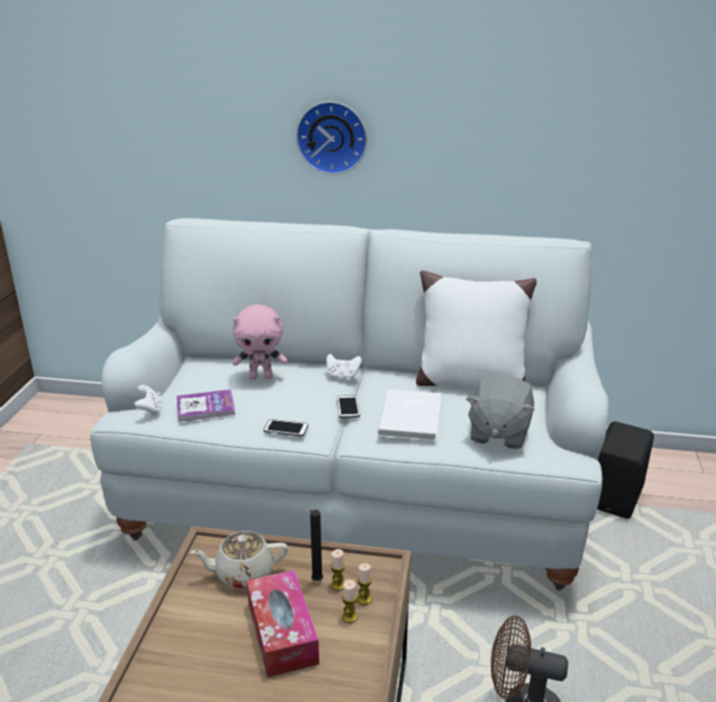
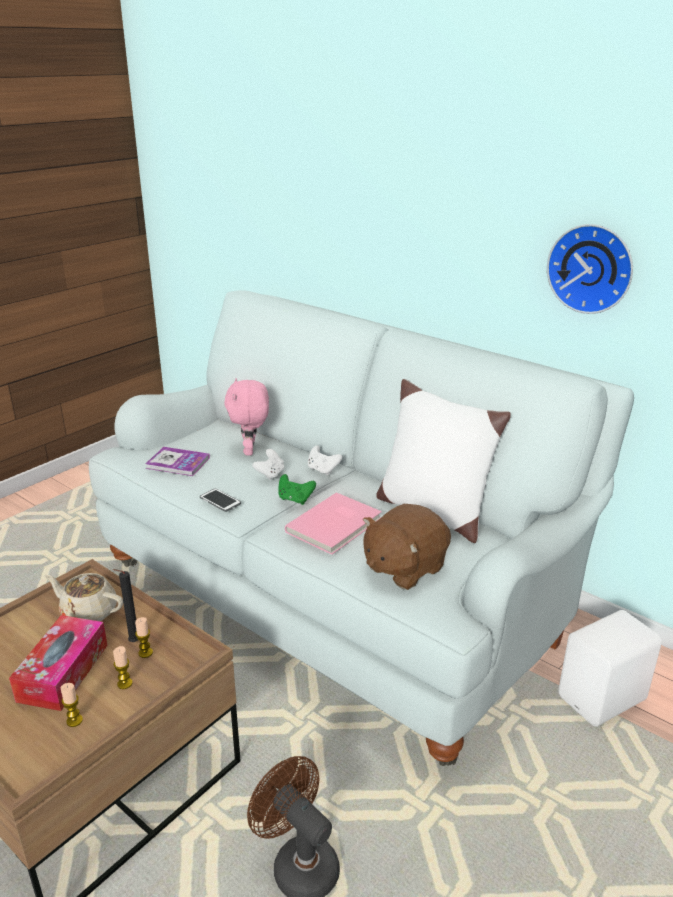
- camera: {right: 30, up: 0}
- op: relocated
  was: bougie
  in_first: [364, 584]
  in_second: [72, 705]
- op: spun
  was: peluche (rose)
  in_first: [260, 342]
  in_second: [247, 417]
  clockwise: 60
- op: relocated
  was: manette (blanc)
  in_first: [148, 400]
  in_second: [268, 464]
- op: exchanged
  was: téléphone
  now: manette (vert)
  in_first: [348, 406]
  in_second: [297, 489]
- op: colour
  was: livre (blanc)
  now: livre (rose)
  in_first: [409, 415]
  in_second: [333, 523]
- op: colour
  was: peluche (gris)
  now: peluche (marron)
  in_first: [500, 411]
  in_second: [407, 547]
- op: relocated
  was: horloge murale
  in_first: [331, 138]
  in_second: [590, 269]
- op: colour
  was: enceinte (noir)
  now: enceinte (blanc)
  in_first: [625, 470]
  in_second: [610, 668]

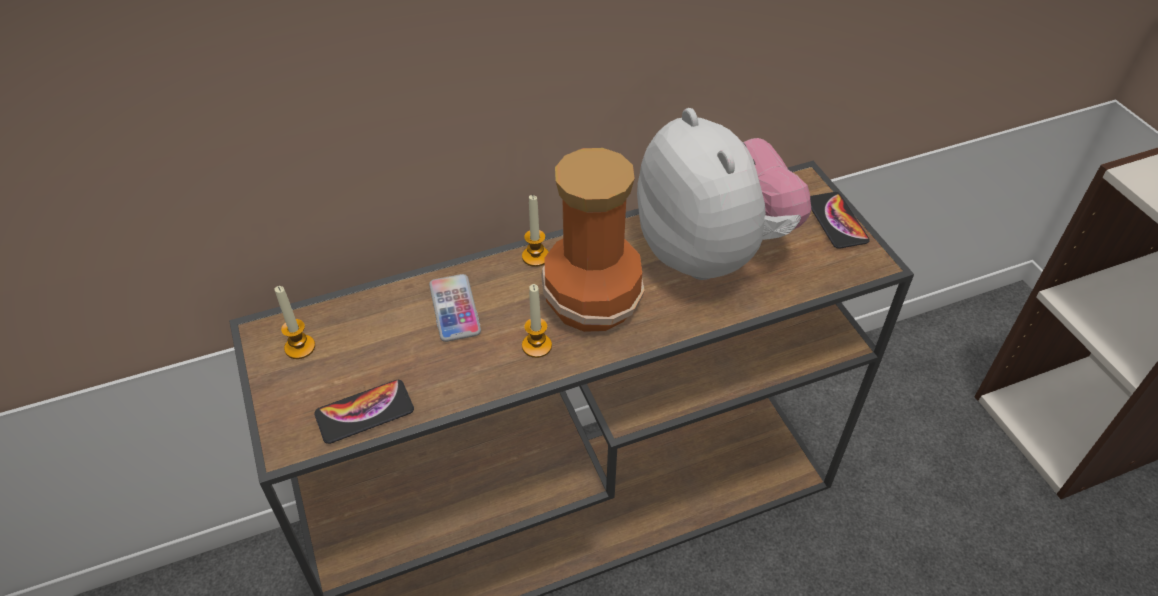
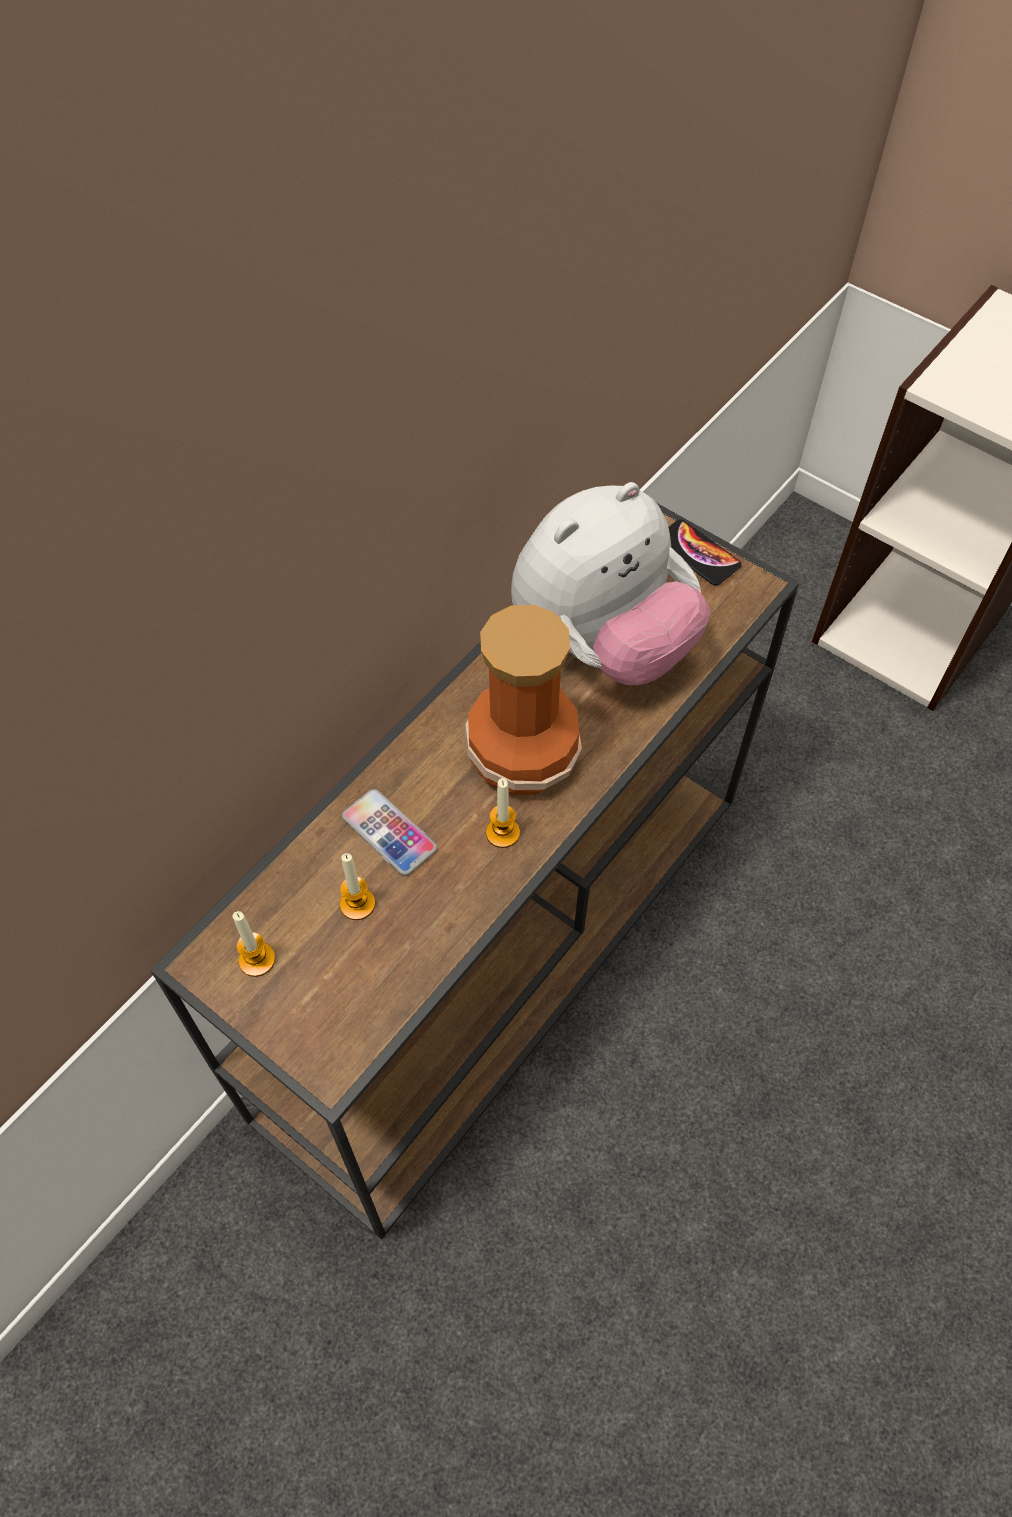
- camera: {right: -30, up: 10}
- op: relocated
  was: bougie
  in_first: [535, 231]
  in_second: [357, 886]
- op: spun
  was: peluche
  in_first: [724, 194]
  in_second: [610, 583]
  clockwise: 105
- op: missing
  was: téléphone
  in_first: [364, 412]

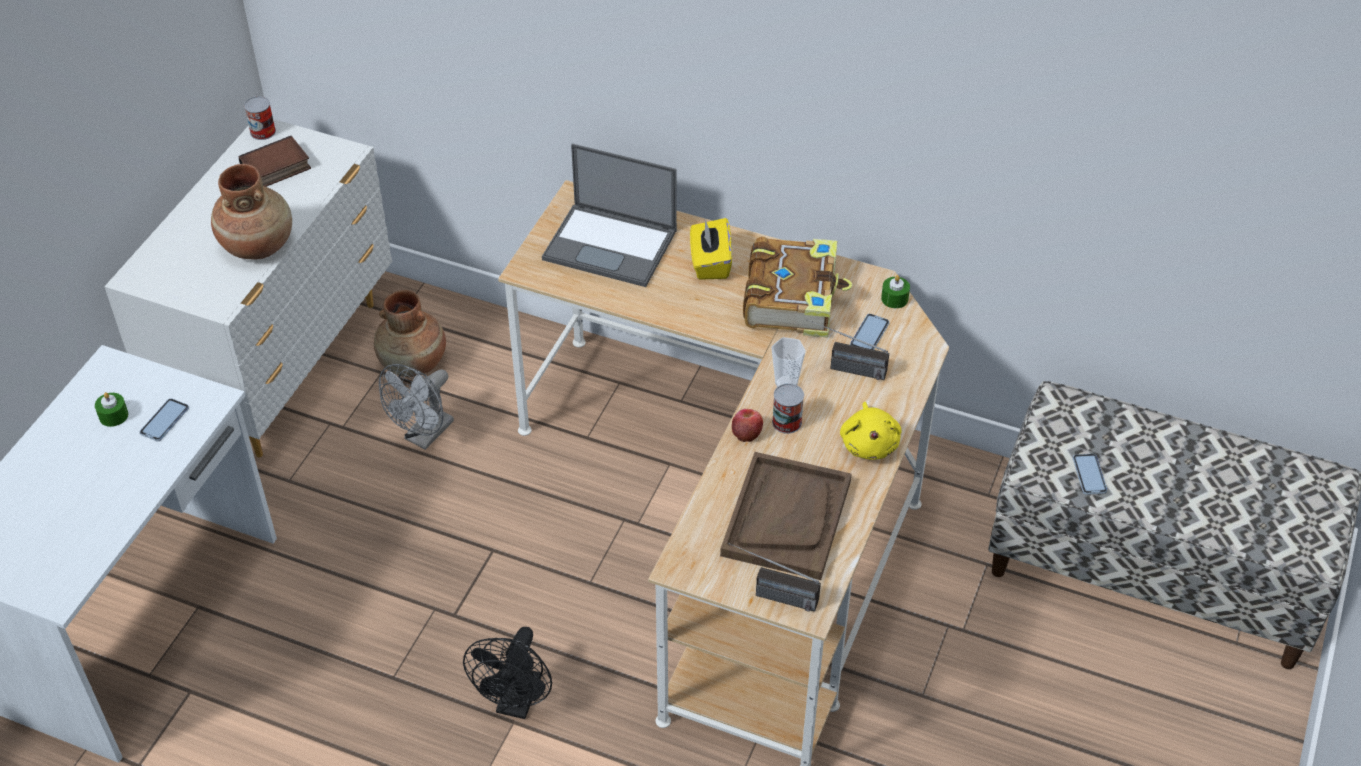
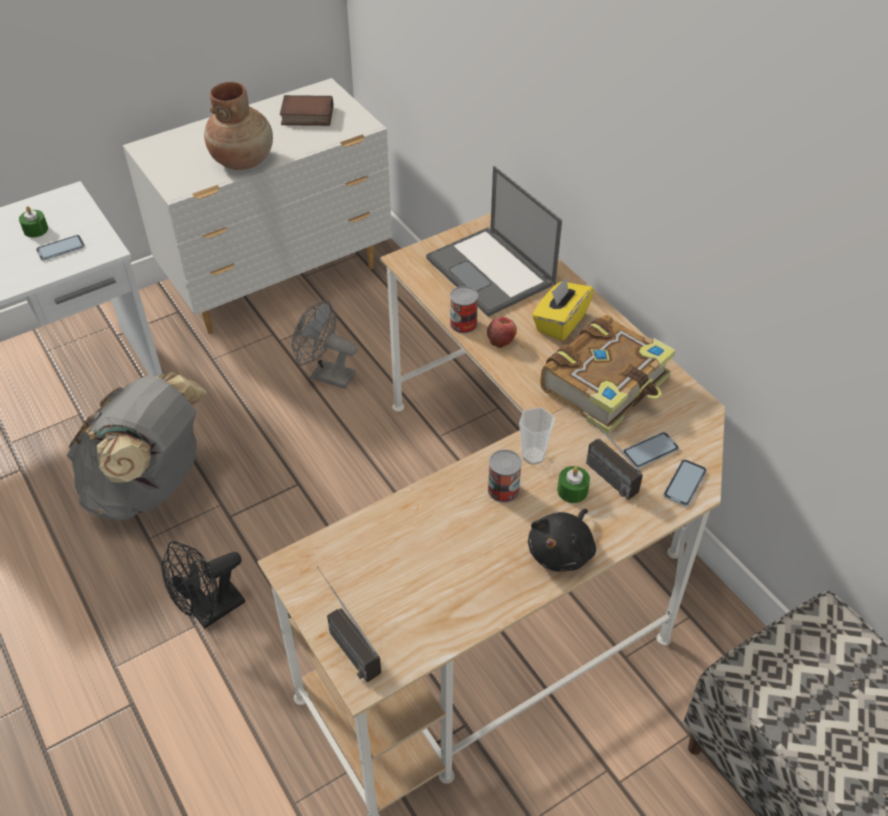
- camera: {right: 35, up: 0}
- op: appeared
  now: sac à dos (gris)
  in_second: [137, 446]
- op: spun
  was: ventilateur (gris)
  in_first: [416, 407]
  in_second: [324, 345]
  clockwise: 45
- op: relocated
  was: boîte métallique
  in_first: [260, 118]
  in_second: [464, 310]
- op: relocated
  was: pomme
  in_first: [747, 425]
  in_second: [502, 332]
- op: colour
  was: peluche (jaune)
  now: peluche (noir)
  in_first: [870, 431]
  in_second: [562, 540]
- op: relocated
  was: bougie (vert)
  in_first: [895, 291]
  in_second: [573, 484]
- op: relocated
  was: téléphone
  in_first: [1090, 474]
  in_second: [685, 483]
- op: missing
  was: vase (marron)
  in_first: [410, 333]
- op: missing
  was: plateau (marron)
  in_first: [786, 516]

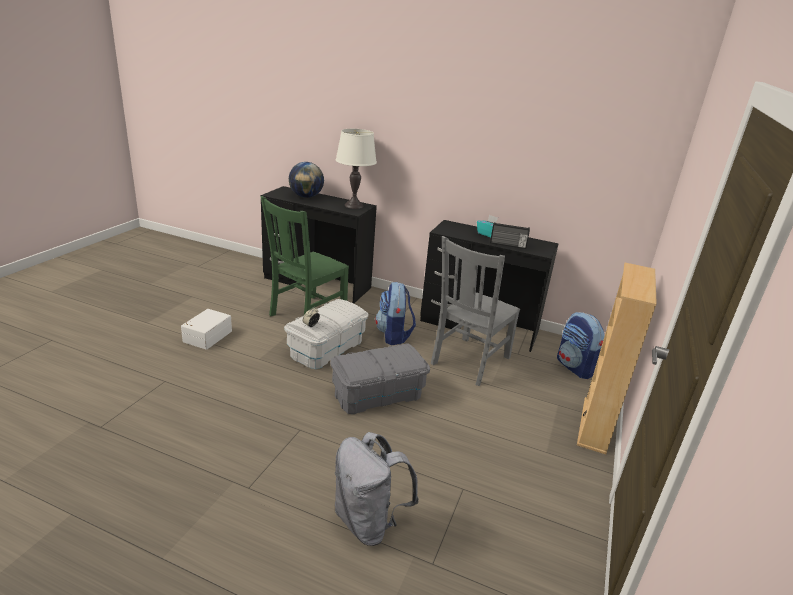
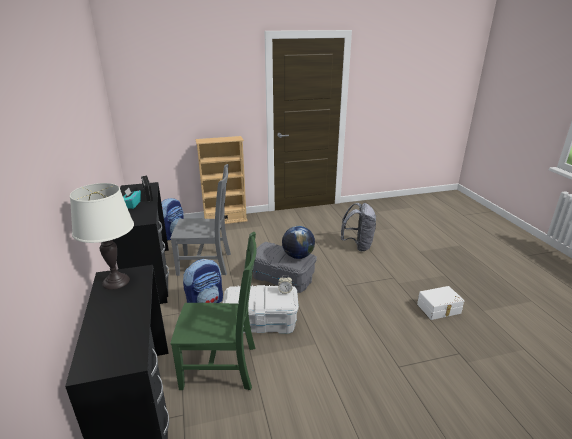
- camera: {right: -125, up: 0}
- op: relocated
  was: globe
  in_first: [306, 180]
  in_second: [298, 242]
- op: relocated
  was: boîte de rangement (blanc)
  in_first: [206, 329]
  in_second: [440, 303]

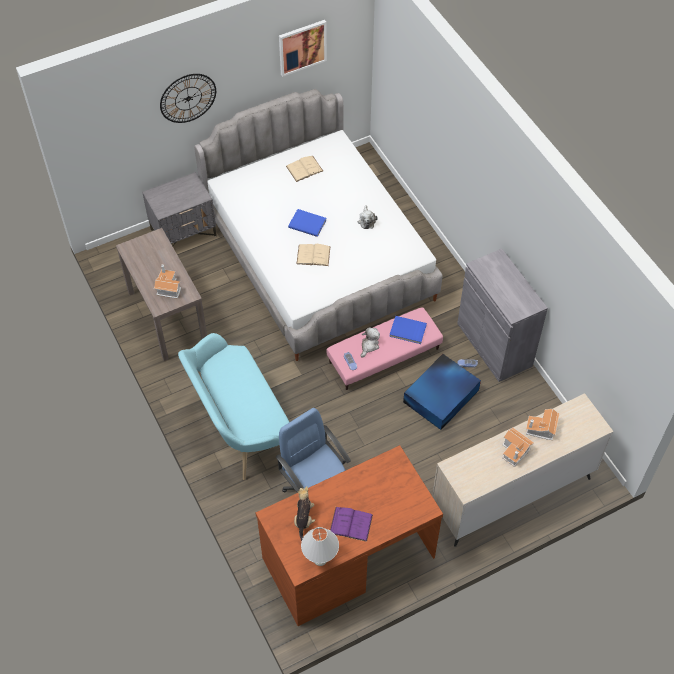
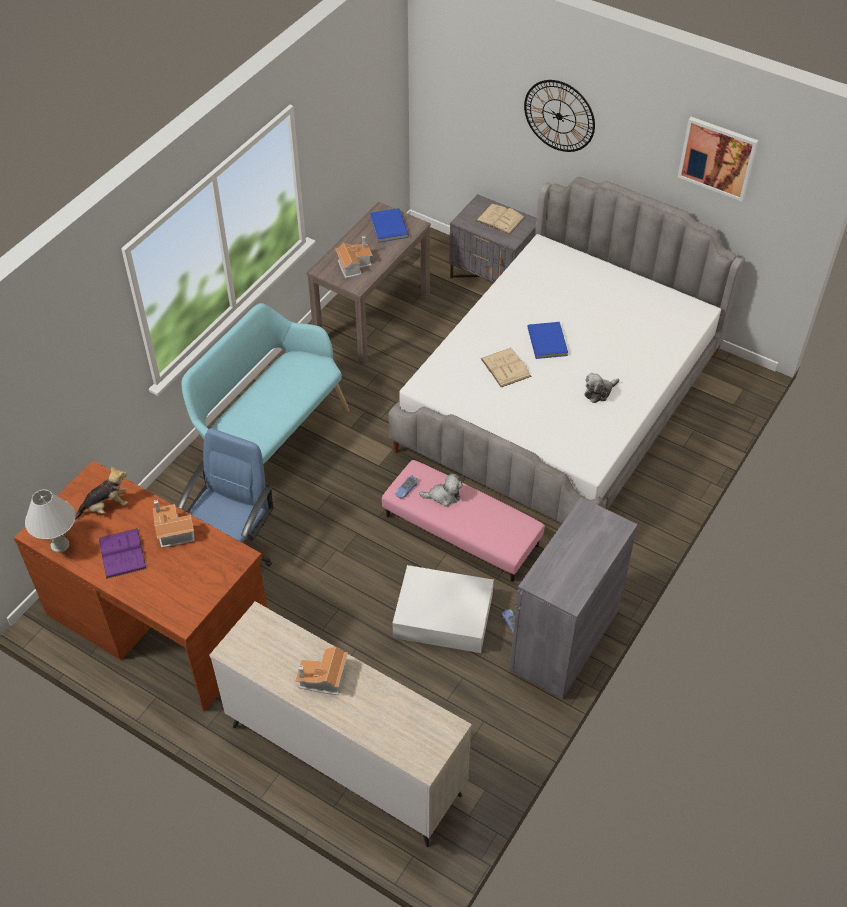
- camera: {right: 60, up: -5}
- op: relocated
  was: maison miniature
  in_first: [543, 424]
  in_second: [174, 524]
- op: relocated
  was: livre (bleu)
  in_first: [408, 330]
  in_second: [389, 225]
- op: colour
  was: boîte de rangement (bleu)
  now: boîte de rangement (blanc)
  in_first: [442, 392]
  in_second: [443, 609]
- op: relocated
  was: livre (beige)
  in_first: [304, 169]
  in_second: [500, 219]

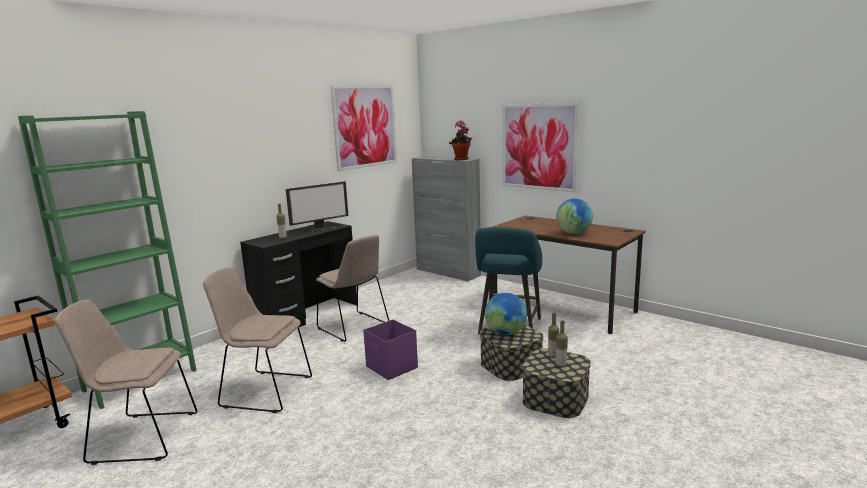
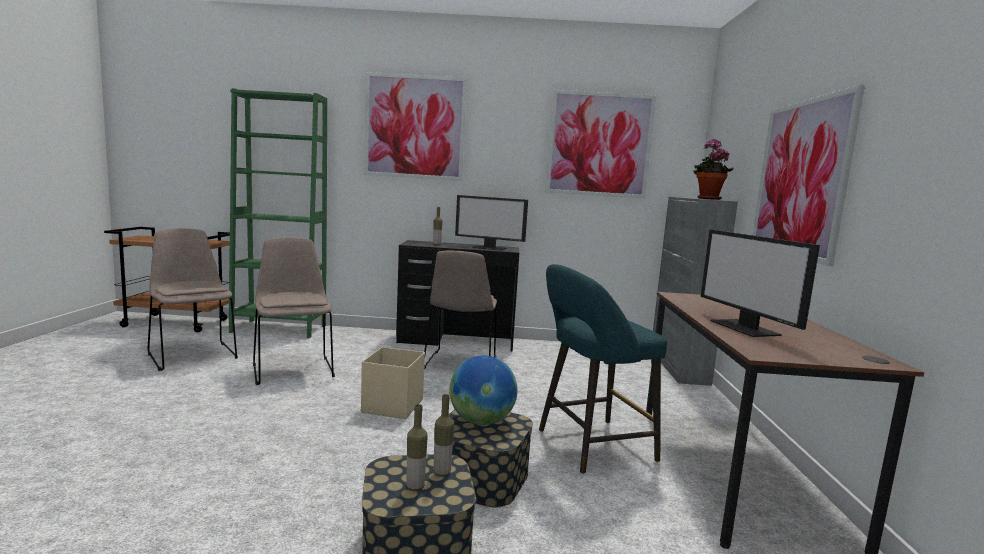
- camera: {right: 50, up: -5}
- op: colour
  was: boîte de rangement (violet)
  now: boîte de rangement (beige)
  in_first: [390, 349]
  in_second: [393, 383]
- op: appeared
  now: tableau
  in_second: [415, 126]
- op: exchanged
  was: globe
  now: écran d'ordinateur
  in_first: [574, 216]
  in_second: [760, 283]

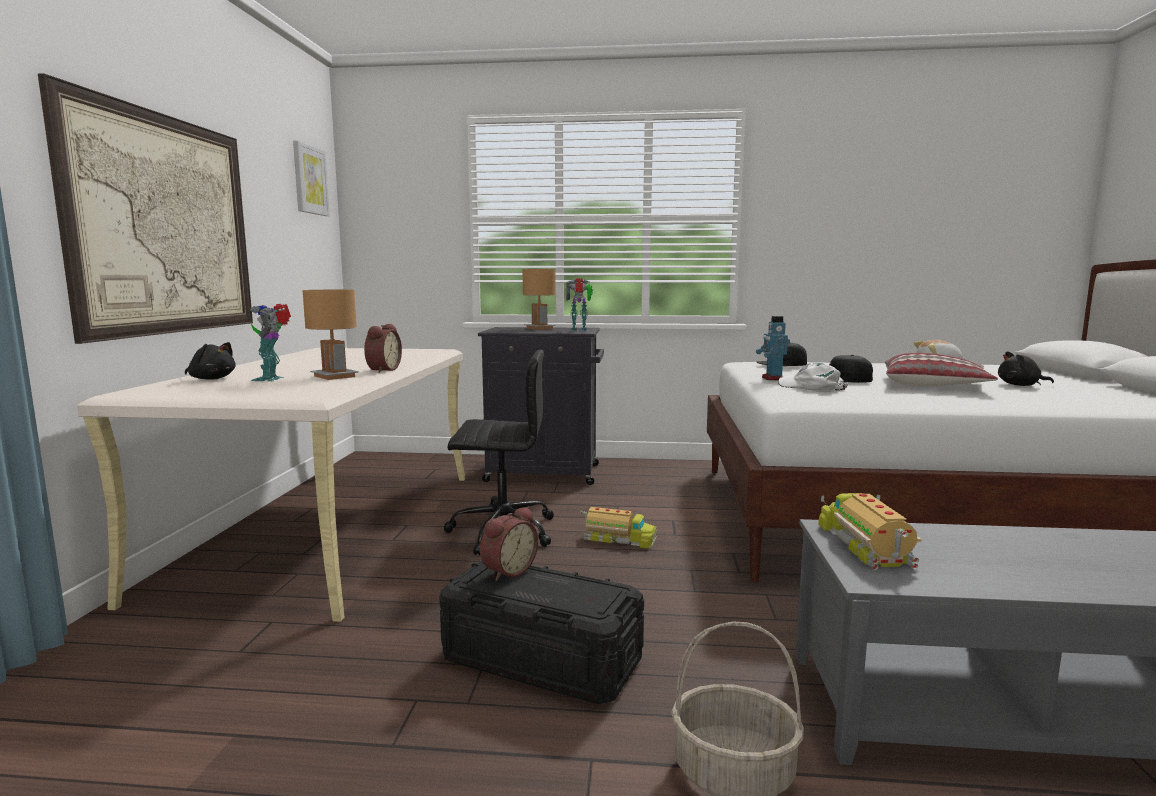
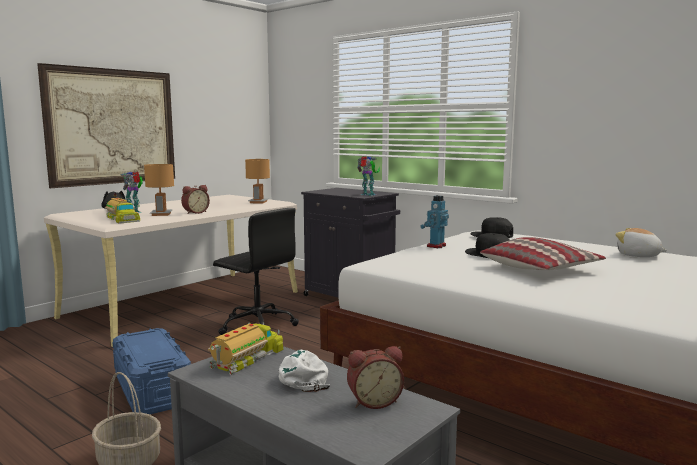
- camera: {right: 35, up: 0}
- op: relocated
  was: camion jouet
  in_first: [618, 528]
  in_second: [122, 210]
- op: colour
  was: boîte de rangement (noir)
  now: boîte de rangement (bleu)
  in_first: [541, 632]
  in_second: [151, 371]
- op: relocated
  was: lampe de table (marron)
  in_first: [539, 299]
  in_second: [257, 181]
- op: relocated
  was: casquette (blanc)
  in_first: [812, 377]
  in_second: [304, 371]
- op: relocated
  was: réveil
  in_first: [509, 544]
  in_second: [375, 377]
- op: missing
  was: tableau
  in_first: [311, 178]
- op: missing
  was: peluche (noir)
  in_first: [1026, 368]

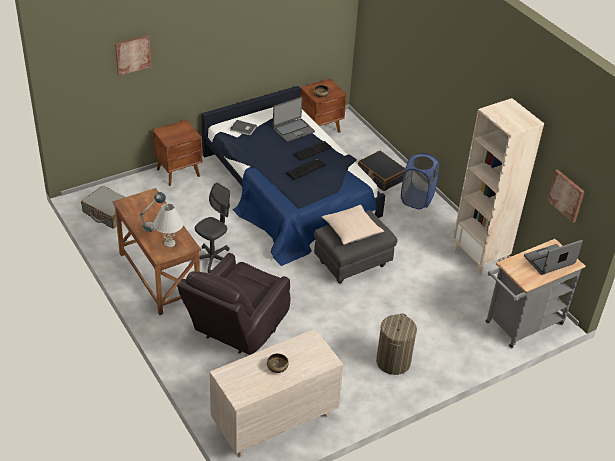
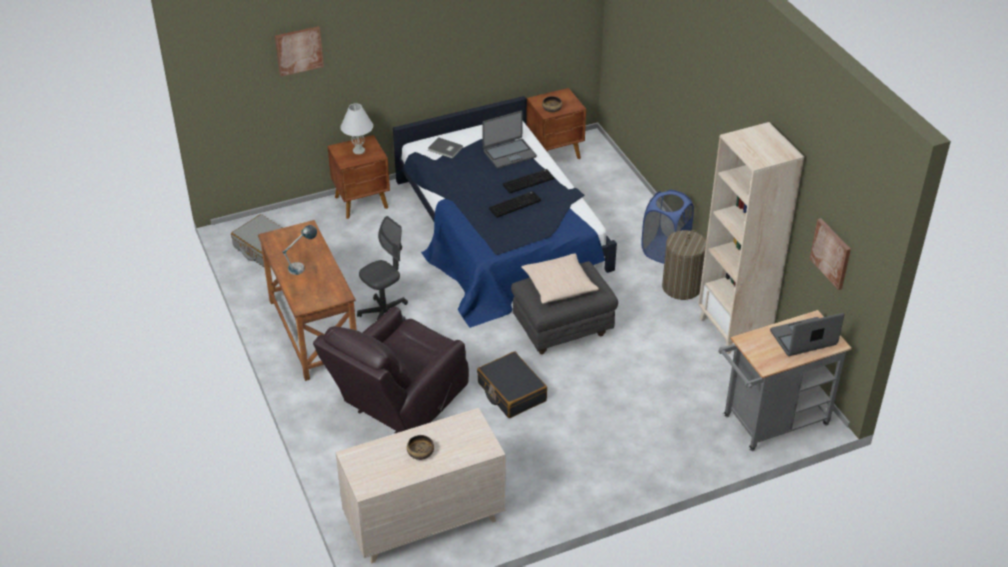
- camera: {right: 10, up: 0}
- op: relocated
  was: lampe de table (blanc)
  in_first: [168, 225]
  in_second: [356, 129]
- op: relocated
  was: valise (noir)
  in_first: [381, 171]
  in_second: [512, 385]
- op: relocated
  was: panier à linge
  in_first: [396, 344]
  in_second: [684, 265]

